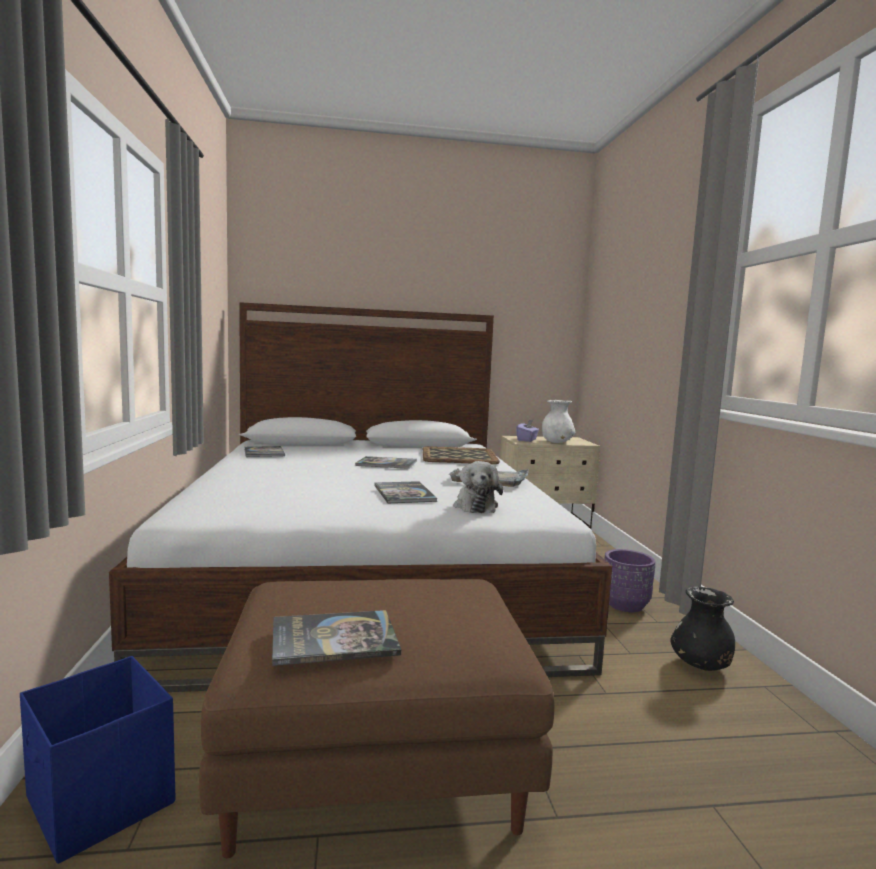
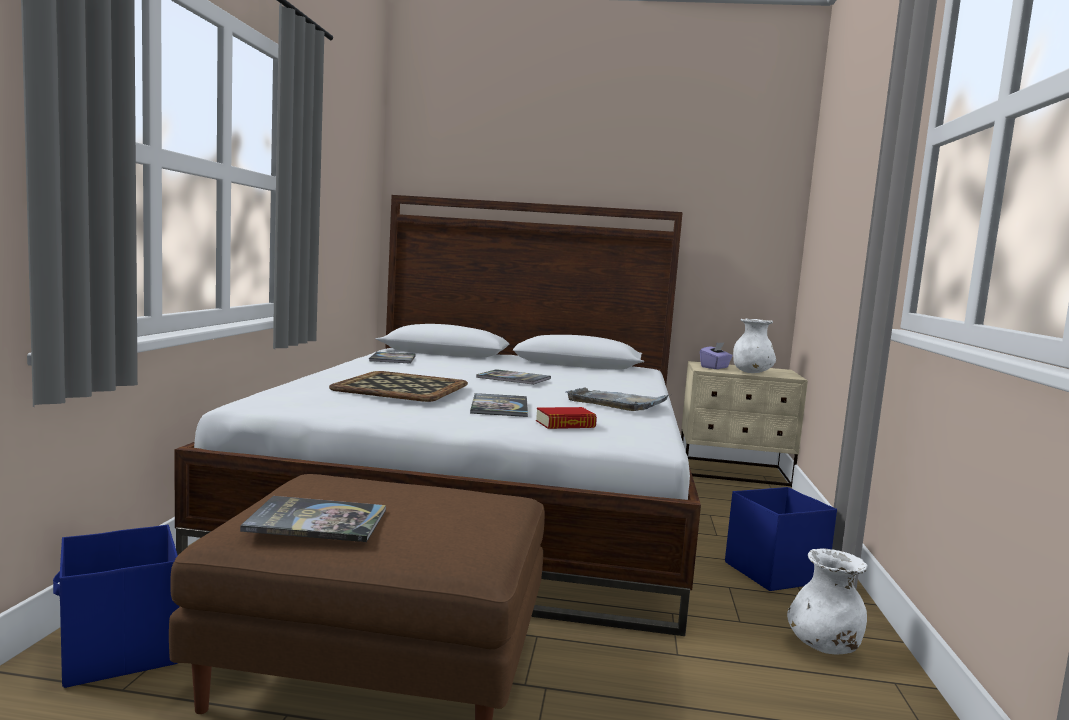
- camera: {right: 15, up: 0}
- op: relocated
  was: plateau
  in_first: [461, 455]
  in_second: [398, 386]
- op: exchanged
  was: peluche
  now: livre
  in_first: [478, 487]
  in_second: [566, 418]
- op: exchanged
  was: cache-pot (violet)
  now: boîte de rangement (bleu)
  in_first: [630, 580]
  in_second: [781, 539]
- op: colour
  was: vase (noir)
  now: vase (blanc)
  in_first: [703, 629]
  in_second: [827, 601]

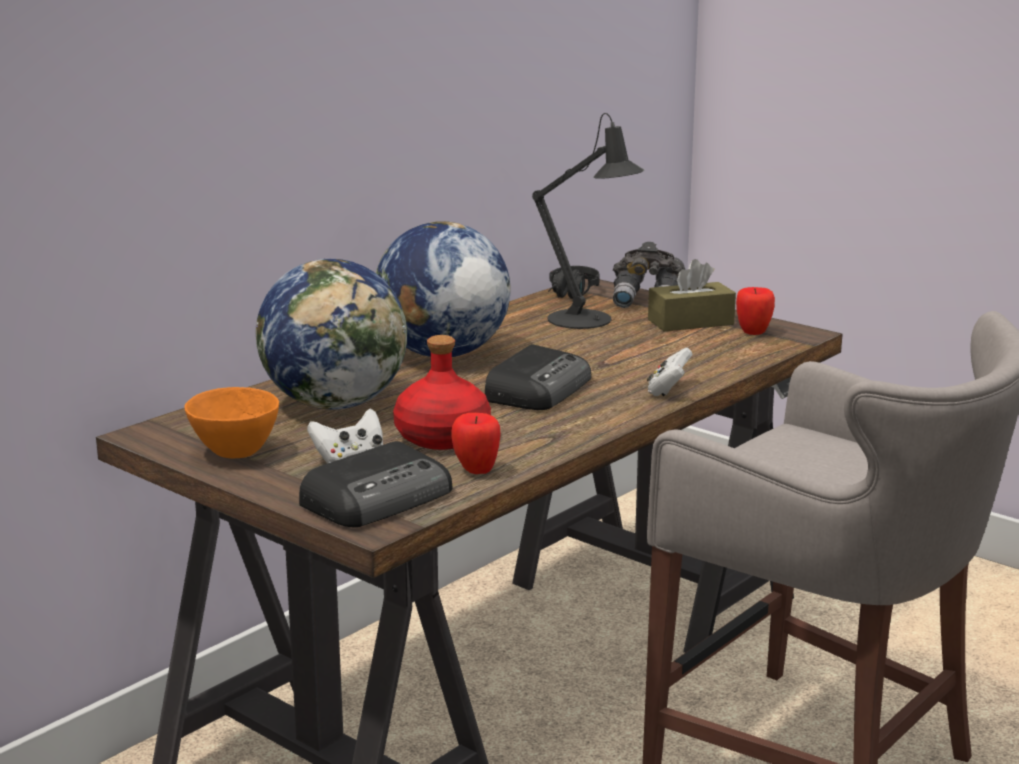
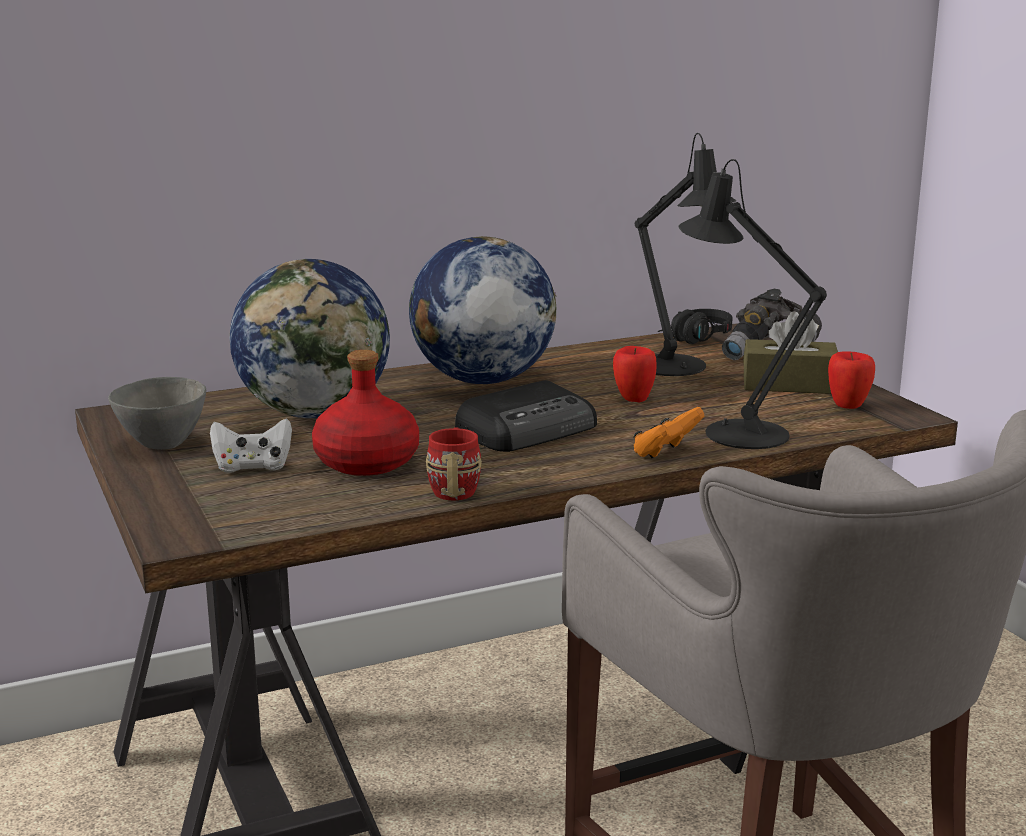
- camera: {right: 25, up: 0}
- op: colour
  was: bol (orange)
  now: bol (gris)
  in_first: [231, 422]
  in_second: [157, 413]
- op: appeared
  now: mug (rouge)
  in_second: [454, 463]
- op: relocated
  was: pomme
  in_first: [476, 443]
  in_second: [635, 374]
- op: colour
  was: manette (blanc)
  now: manette (orange)
  in_first: [669, 372]
  in_second: [668, 432]
- op: appeared
  now: lampe de table (noir)
  in_second: [752, 304]
- op: missing
  was: radio
  in_first: [376, 484]

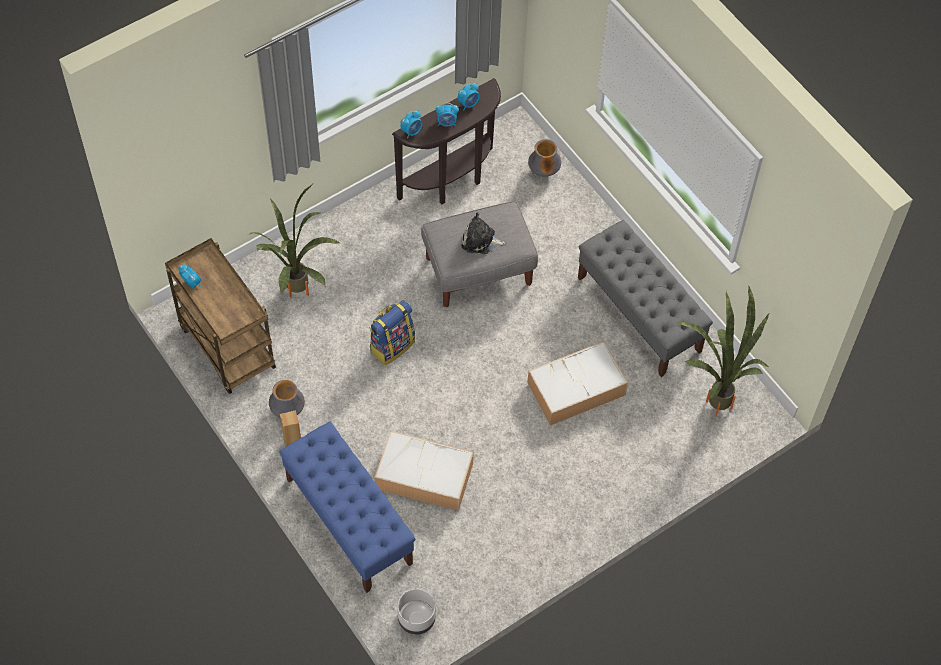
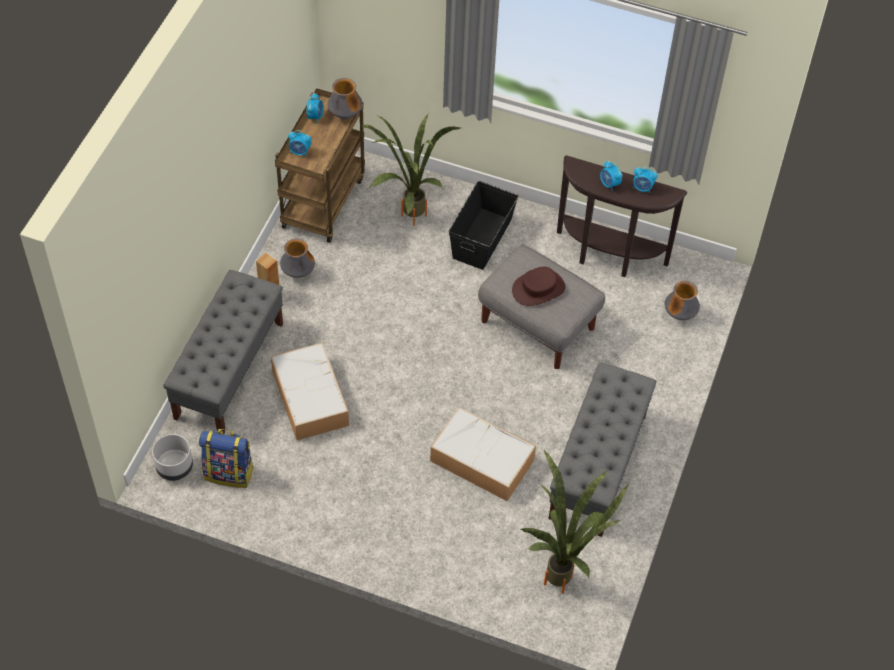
- camera: {right: 55, up: -5}
- op: colour
  was: banc (bleu)
  now: banc (gris)
  in_first: [347, 507]
  in_second: [223, 352]
- op: relocated
  was: sac à dos
  in_first: [392, 332]
  in_second: [226, 458]
- op: relocated
  was: réveil
  in_first: [411, 124]
  in_second: [299, 143]
- op: appeared
  now: vase
  in_second: [345, 98]
- op: appeared
  now: boîte de rangement (noir)
  in_second: [483, 225]
- op: exchanged
  was: peluche
  now: chapeau (marron)
  in_first: [483, 233]
  in_second: [538, 286]

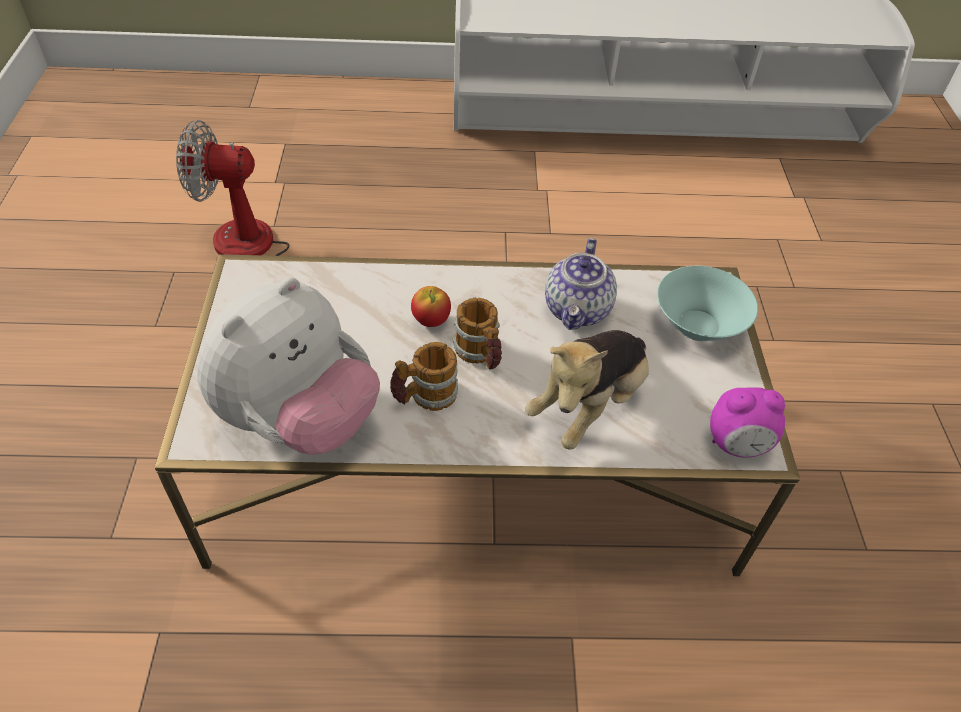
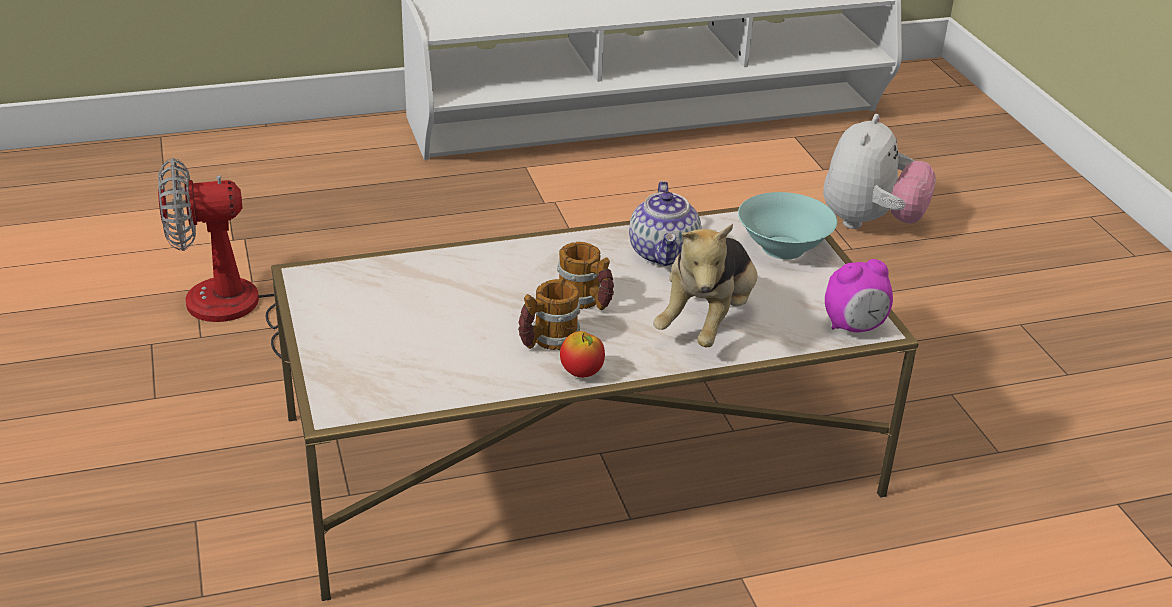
- camera: {right: -15, up: -15}
- op: relocated
  was: pomme
  in_first: [431, 306]
  in_second: [582, 354]
- op: relocated
  was: peluche
  in_first: [288, 366]
  in_second: [879, 171]

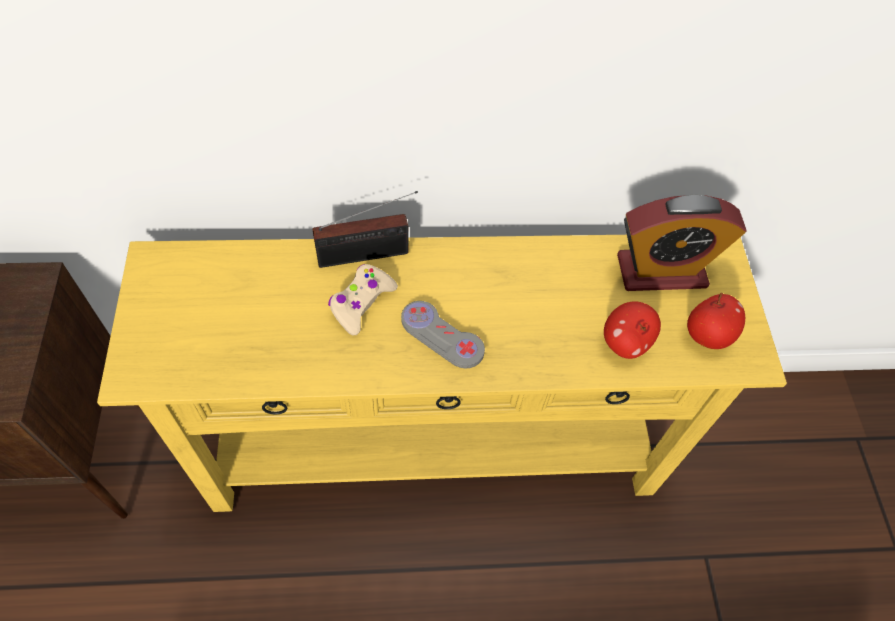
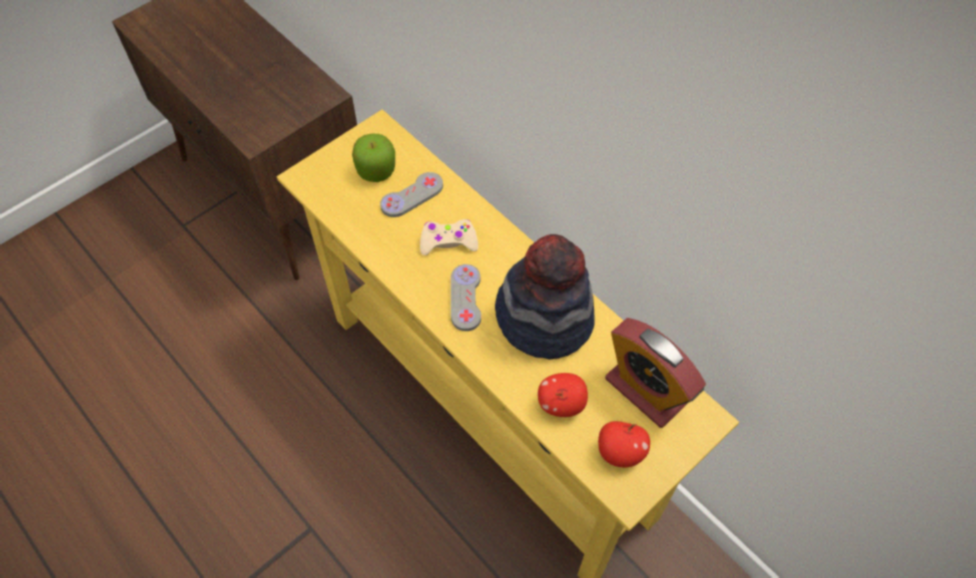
- camera: {right: 55, up: 0}
- op: appeared
  now: pomme
  in_second: [373, 157]
- op: appeared
  now: manette (gris)
  in_second: [411, 194]
- op: appeared
  now: chapeau
  in_second: [545, 296]
- op: missing
  was: radio
  in_first: [365, 229]

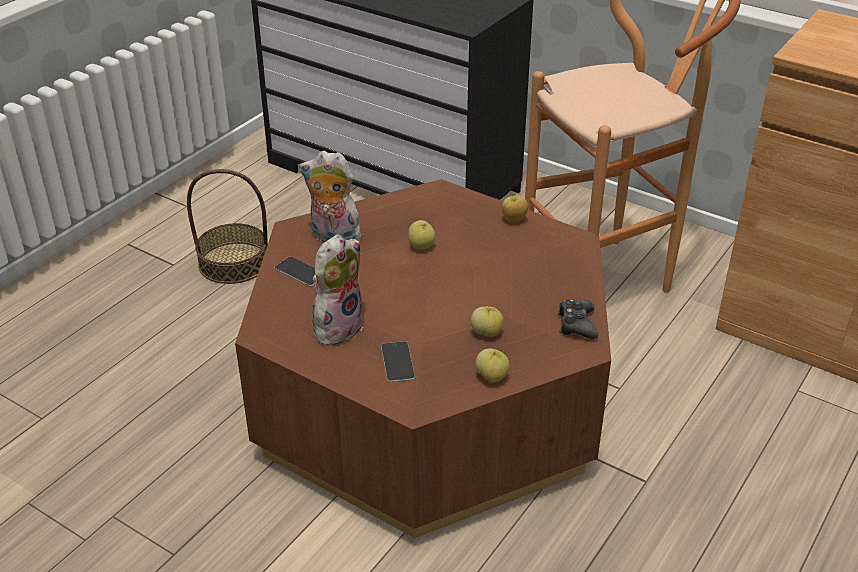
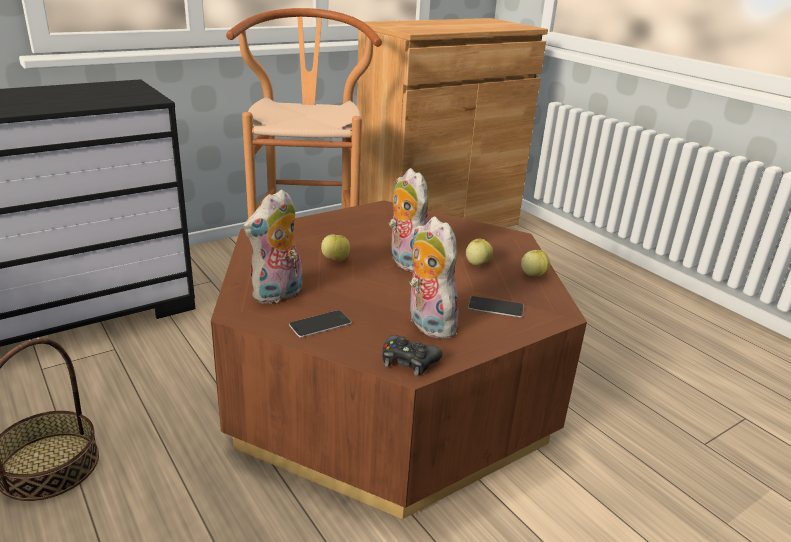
- camera: {right: -70, up: -10}
- op: relocated
  was: manette (noir)
  in_first: [578, 319]
  in_second: [412, 355]
- op: appeared
  now: peluche
  in_second: [409, 220]
- op: missing
  was: pomme
  in_first: [515, 208]

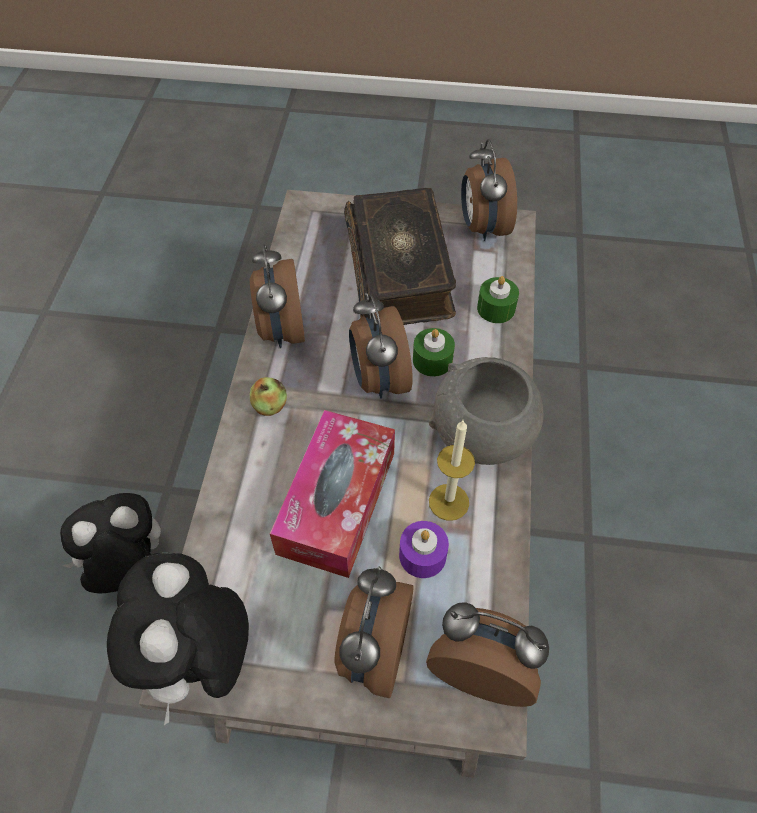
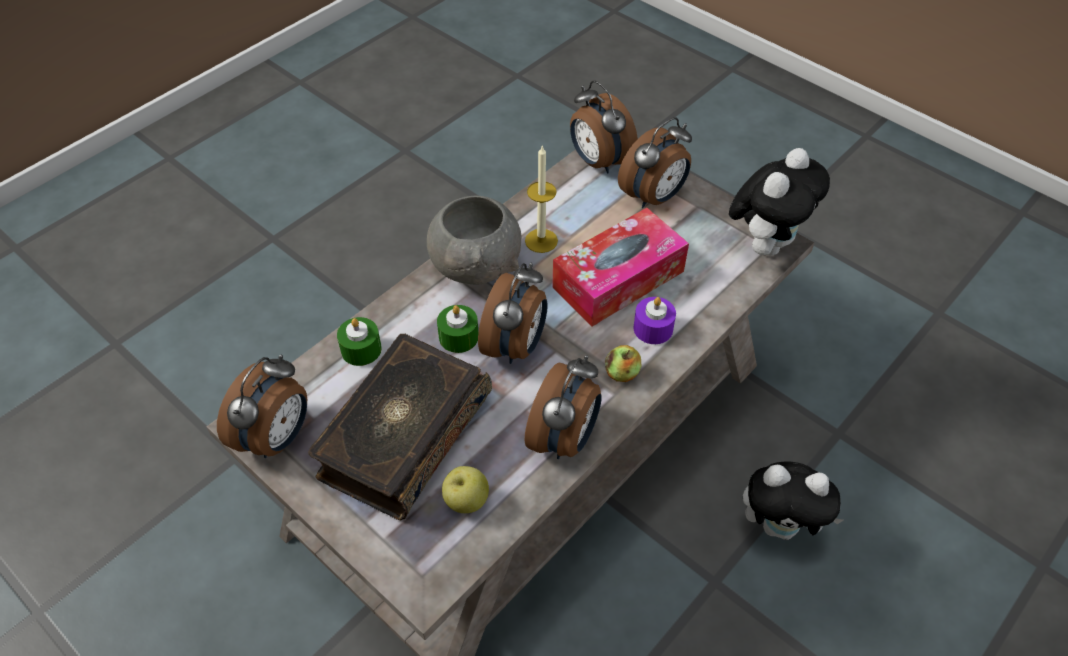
- camera: {right: -145, up: -5}
- op: appeared
  now: pomme
  in_second: [465, 489]
- op: relocated
  was: bougie (violet)
  in_first: [424, 549]
  in_second: [655, 320]

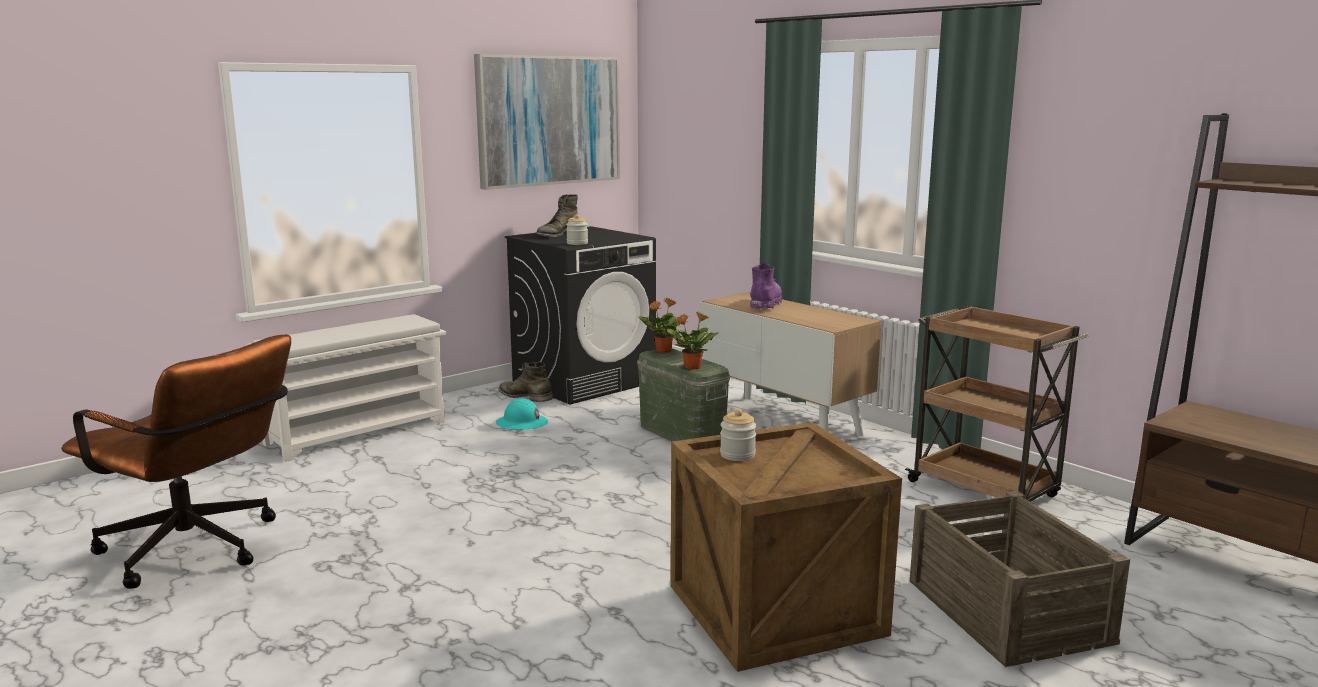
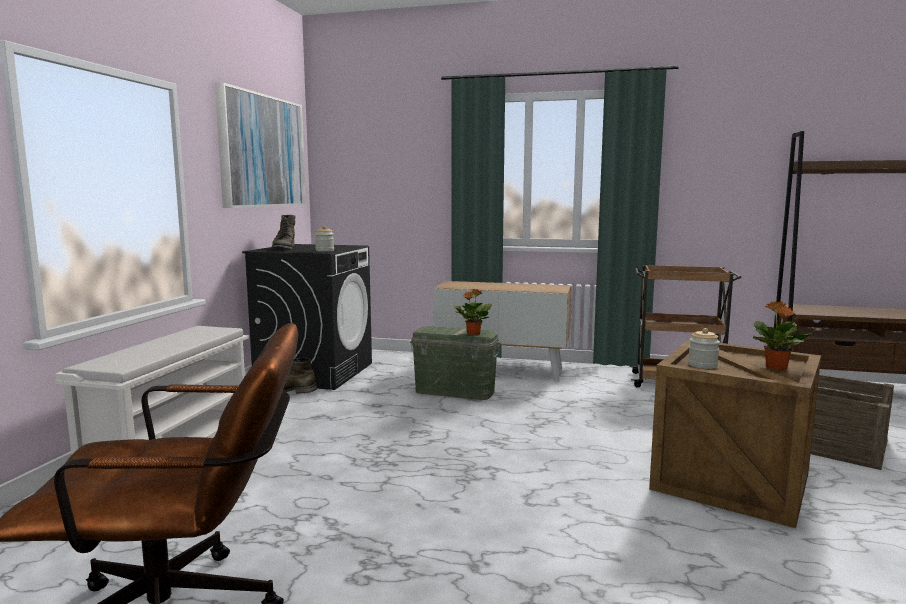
- camera: {right: -35, up: -5}
- op: relocated
  was: plante en pot
  in_first: [659, 325]
  in_second: [783, 335]
- op: missing
  was: casque de chantier (turquoise)
  in_first: [522, 414]
- op: missing
  was: botte (violet)
  in_first: [766, 286]

